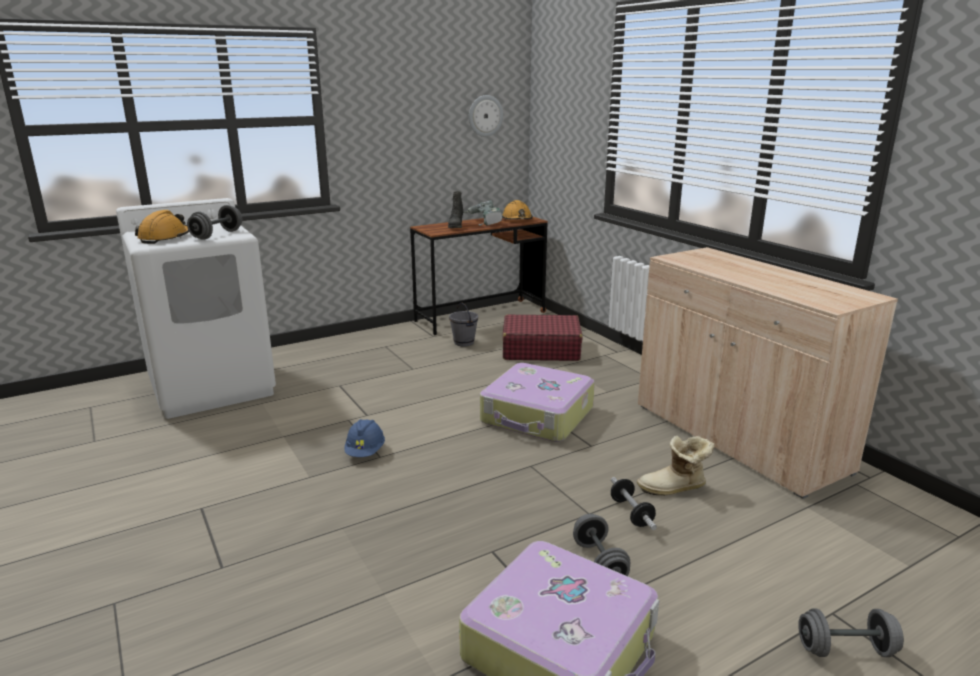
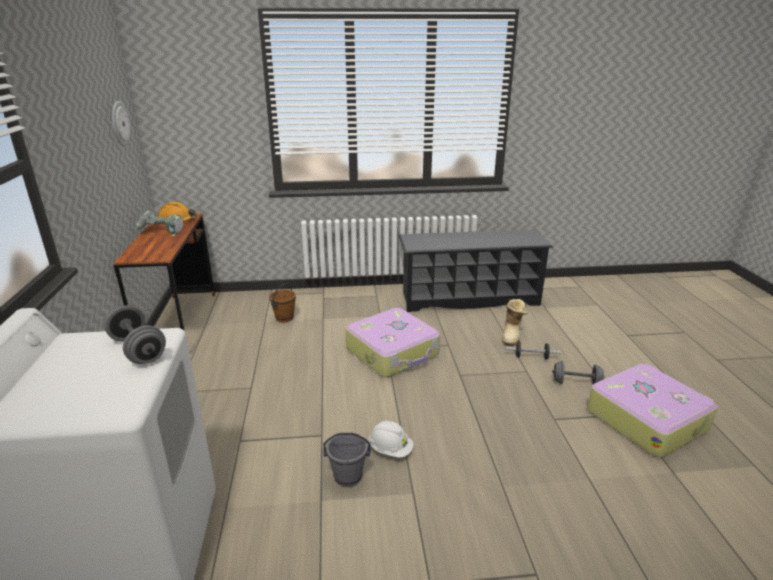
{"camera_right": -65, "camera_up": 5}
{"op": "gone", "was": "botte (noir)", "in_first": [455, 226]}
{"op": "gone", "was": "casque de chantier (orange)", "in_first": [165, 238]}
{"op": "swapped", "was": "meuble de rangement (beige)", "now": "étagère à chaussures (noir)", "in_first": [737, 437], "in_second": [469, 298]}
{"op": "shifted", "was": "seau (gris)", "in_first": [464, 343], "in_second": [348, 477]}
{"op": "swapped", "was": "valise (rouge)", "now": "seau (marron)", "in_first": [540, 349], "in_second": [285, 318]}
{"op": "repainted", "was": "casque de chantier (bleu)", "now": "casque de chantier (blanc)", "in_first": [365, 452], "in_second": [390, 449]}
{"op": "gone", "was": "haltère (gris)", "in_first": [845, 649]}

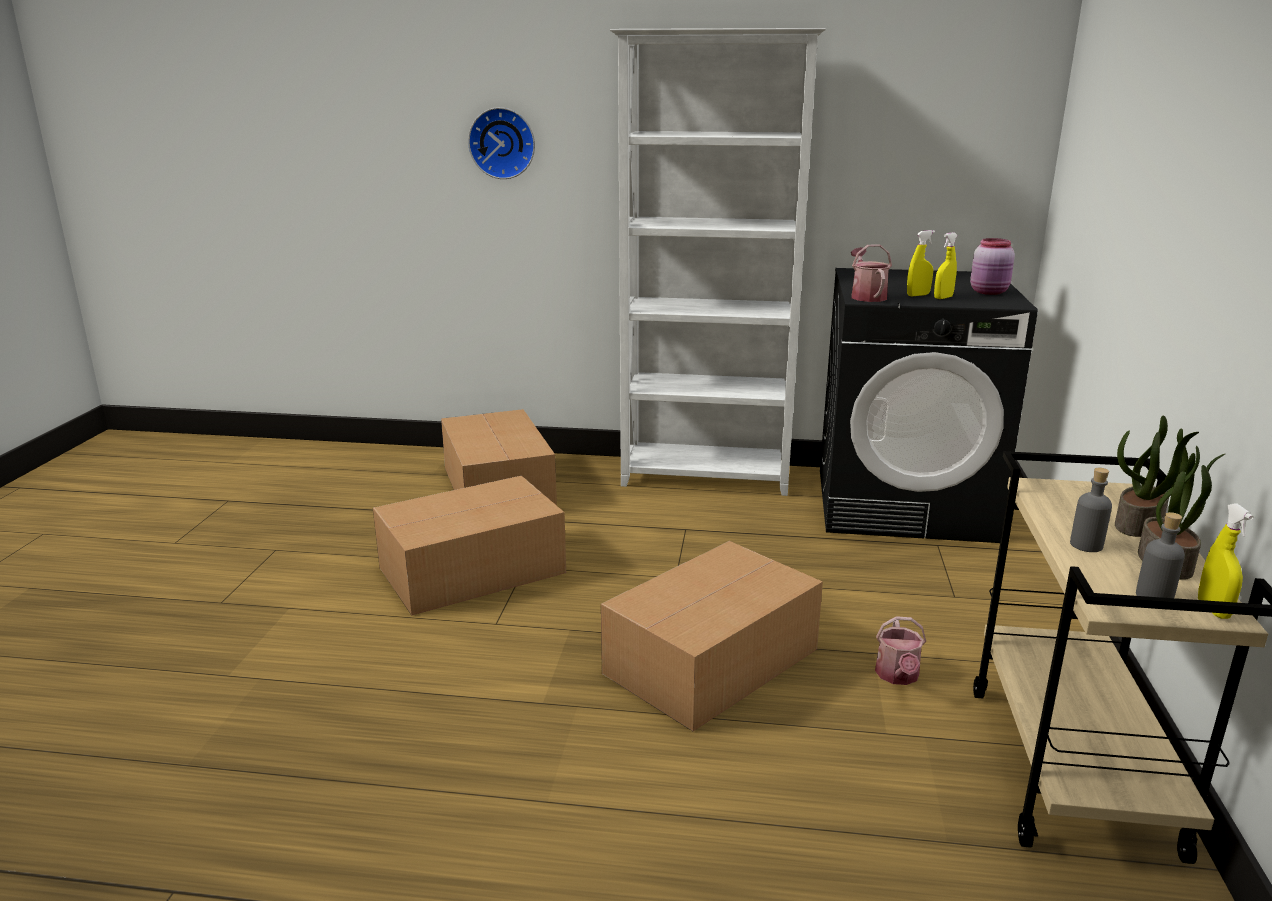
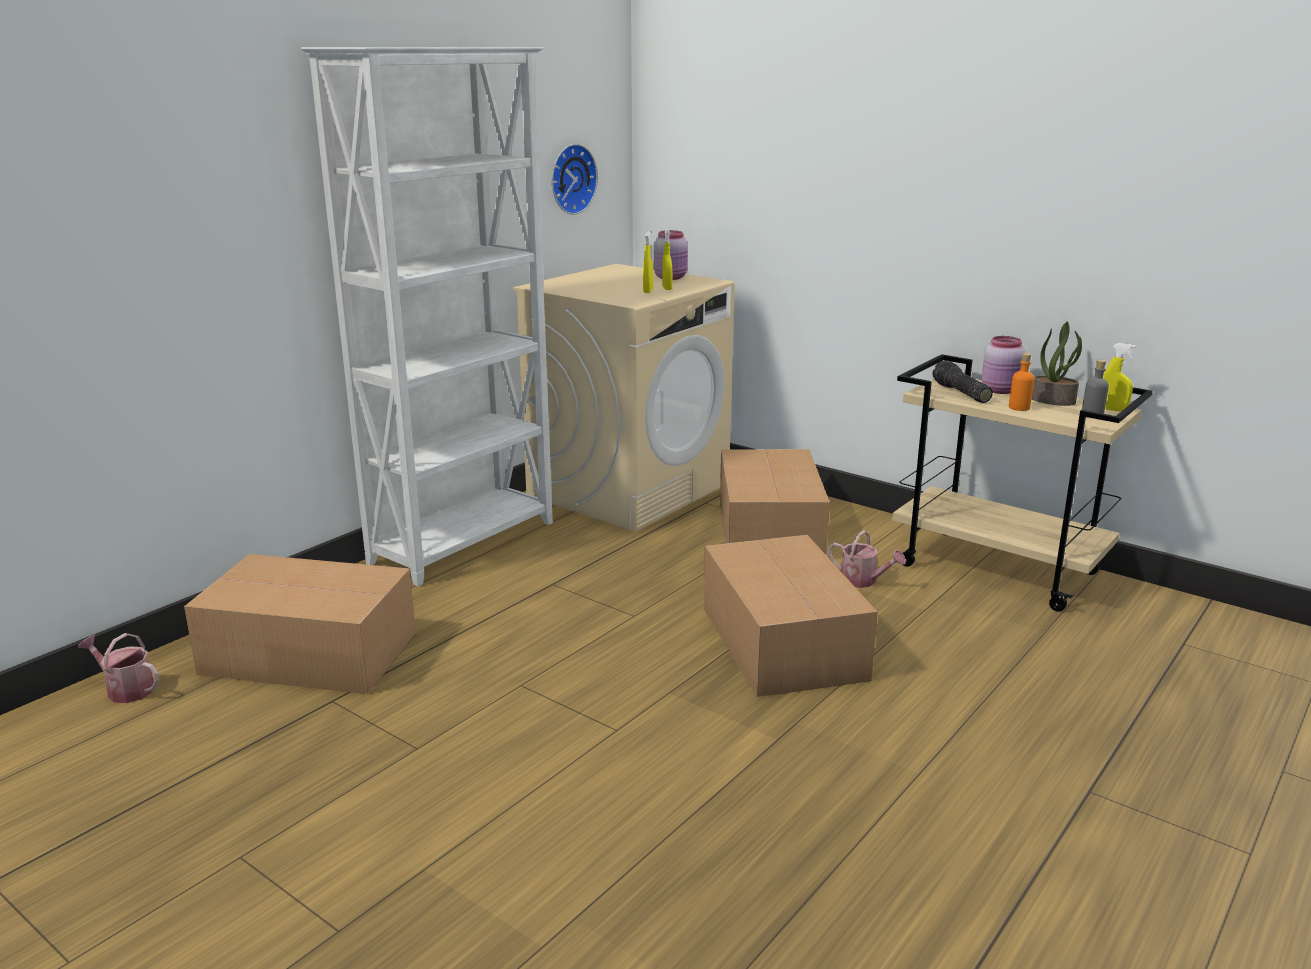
{"camera_right": -60, "camera_up": 0}
{"op": "shifted", "was": "horloge murale", "in_first": [503, 143], "in_second": [570, 179]}
{"op": "shifted", "was": "arrosoir", "in_first": [866, 296], "in_second": [126, 689]}
{"op": "repainted", "was": "lave-linge (noir)", "now": "lave-linge (beige)", "in_first": [904, 504], "in_second": [629, 489]}
{"op": "swapped", "was": "plante en pot", "now": "bocal (rose)", "in_first": [1139, 525], "in_second": [1001, 390]}
{"op": "repainted", "was": "bouteille (gris)", "now": "bouteille (orange)", "in_first": [1086, 545], "in_second": [1019, 407]}
{"op": "shifted", "was": "carton", "in_first": [475, 570], "in_second": [770, 528]}
{"op": "new", "now": "lampe de poche", "in_second": [960, 393]}

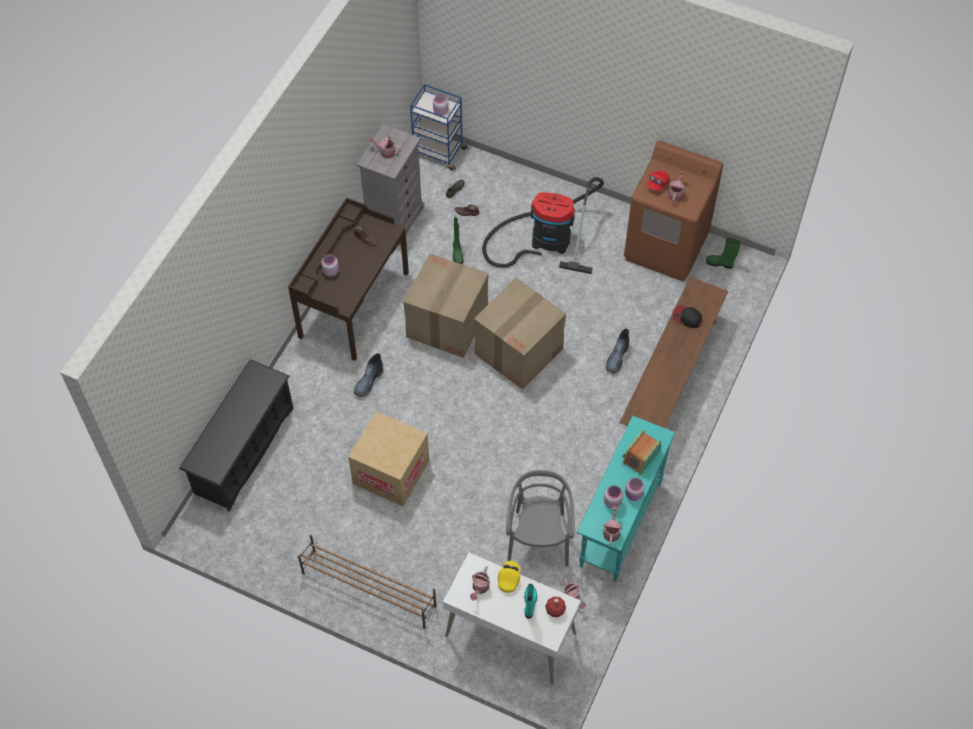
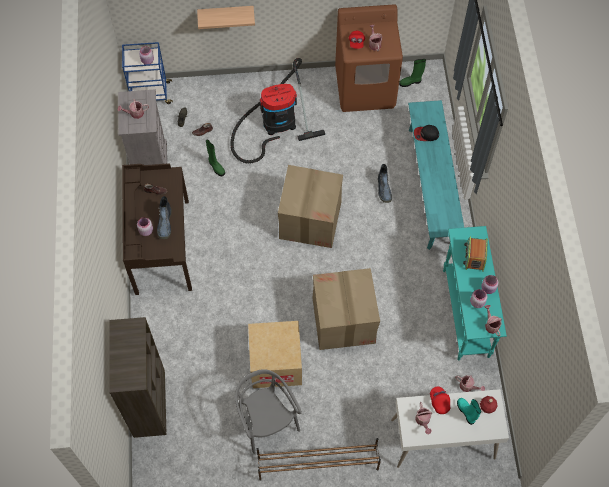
{"camera_right": -30, "camera_up": 5}
{"op": "shifted", "was": "carton", "in_first": [447, 323], "in_second": [343, 321]}
{"op": "repainted", "was": "banc (marron)", "now": "banc (turquoise)", "in_first": [670, 379], "in_second": [431, 186]}
{"op": "shifted", "was": "botte", "in_first": [368, 382], "in_second": [165, 224]}
{"op": "swapped", "was": "étagère à chaussures (noir)", "now": "bibliothèque (marron)", "in_first": [243, 450], "in_second": [151, 408]}
{"op": "shifted", "was": "chaise (gris)", "in_first": [538, 539], "in_second": [266, 421]}
{"op": "repainted", "was": "casquette (jaune)", "now": "casquette (rouge)", "in_first": [509, 579], "in_second": [439, 401]}
{"op": "new", "now": "étagère", "in_second": [226, 14]}

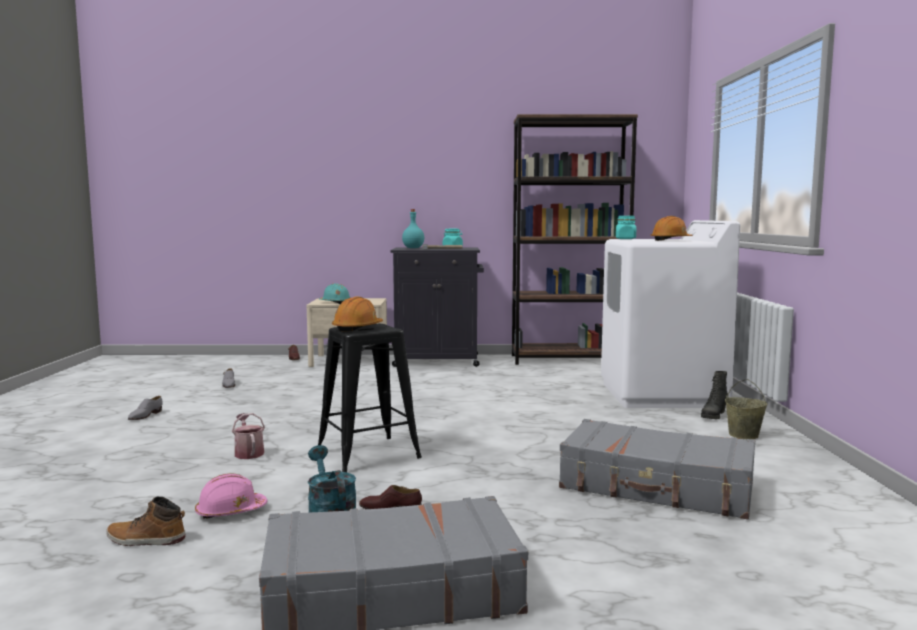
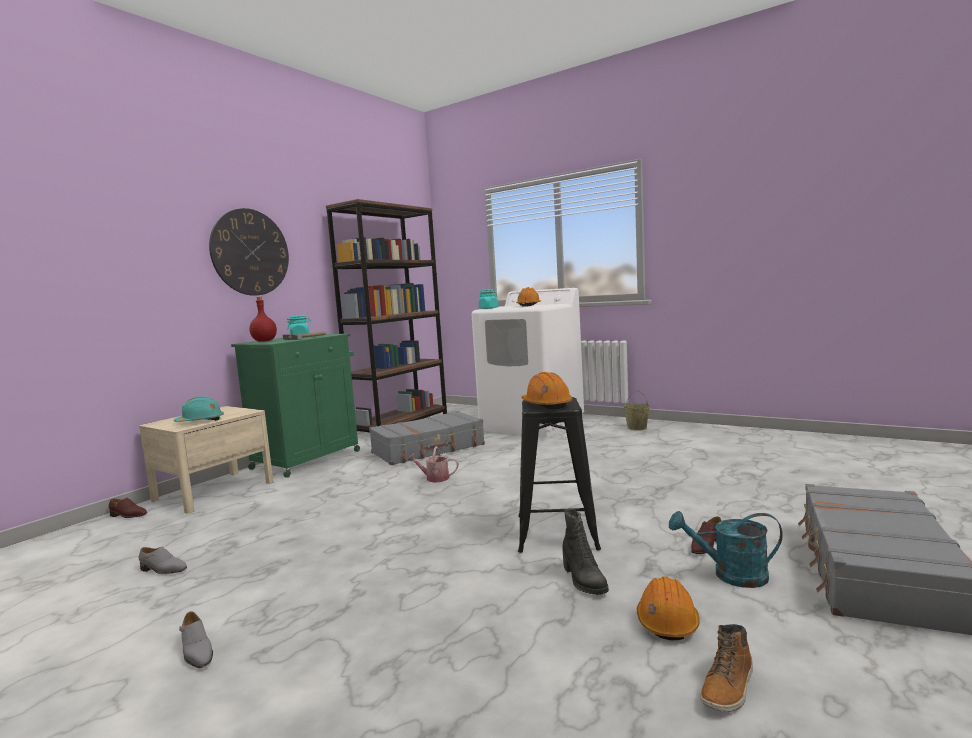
{"camera_right": -55, "camera_up": 0}
{"op": "repainted", "was": "bouteille (turquoise)", "now": "bouteille (rouge)", "in_first": [413, 248], "in_second": [264, 341]}
{"op": "repainted", "was": "meuble de rangement (noir)", "now": "meuble de rangement (vert)", "in_first": [438, 361], "in_second": [308, 459]}
{"op": "shifted", "was": "botte (noir)", "in_first": [713, 415], "in_second": [583, 581]}
{"op": "shifted", "was": "arrosoir", "in_first": [248, 452], "in_second": [434, 478]}
{"op": "shifted", "was": "valise (gris)", "in_first": [656, 487], "in_second": [429, 449]}
{"op": "repainted", "was": "casque de chantier (rose)", "now": "casque de chantier (orange)", "in_first": [230, 511], "in_second": [667, 621]}
{"op": "new", "now": "horloge murale", "in_second": [250, 252]}

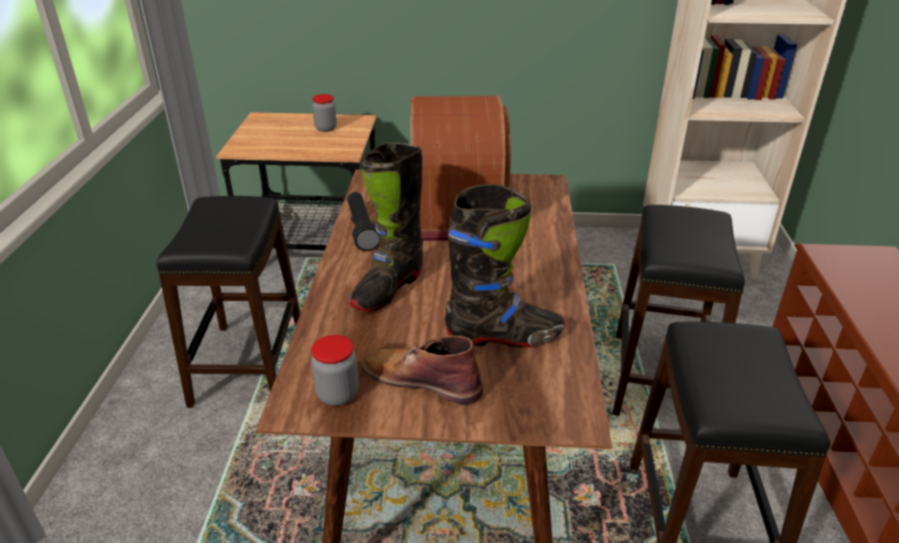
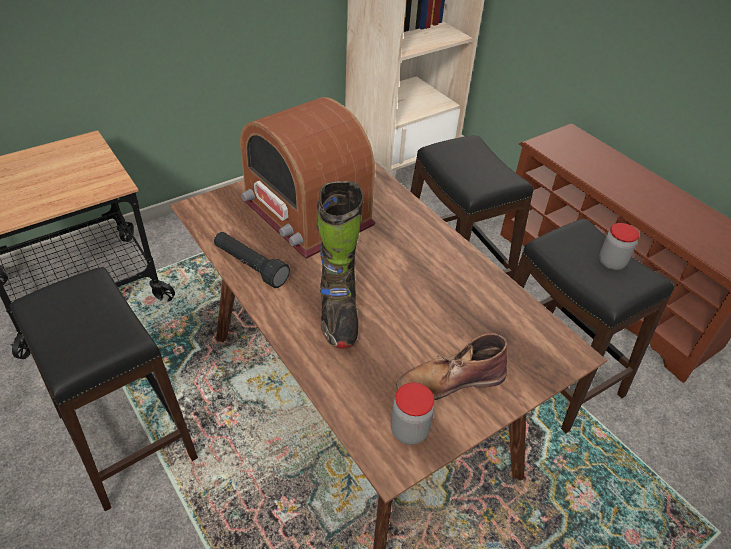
{"camera_right": -40, "camera_up": 10}
{"op": "shifted", "was": "bocal", "in_first": [326, 128], "in_second": [611, 262]}
{"op": "gone", "was": "botte (noir)", "in_first": [504, 336]}

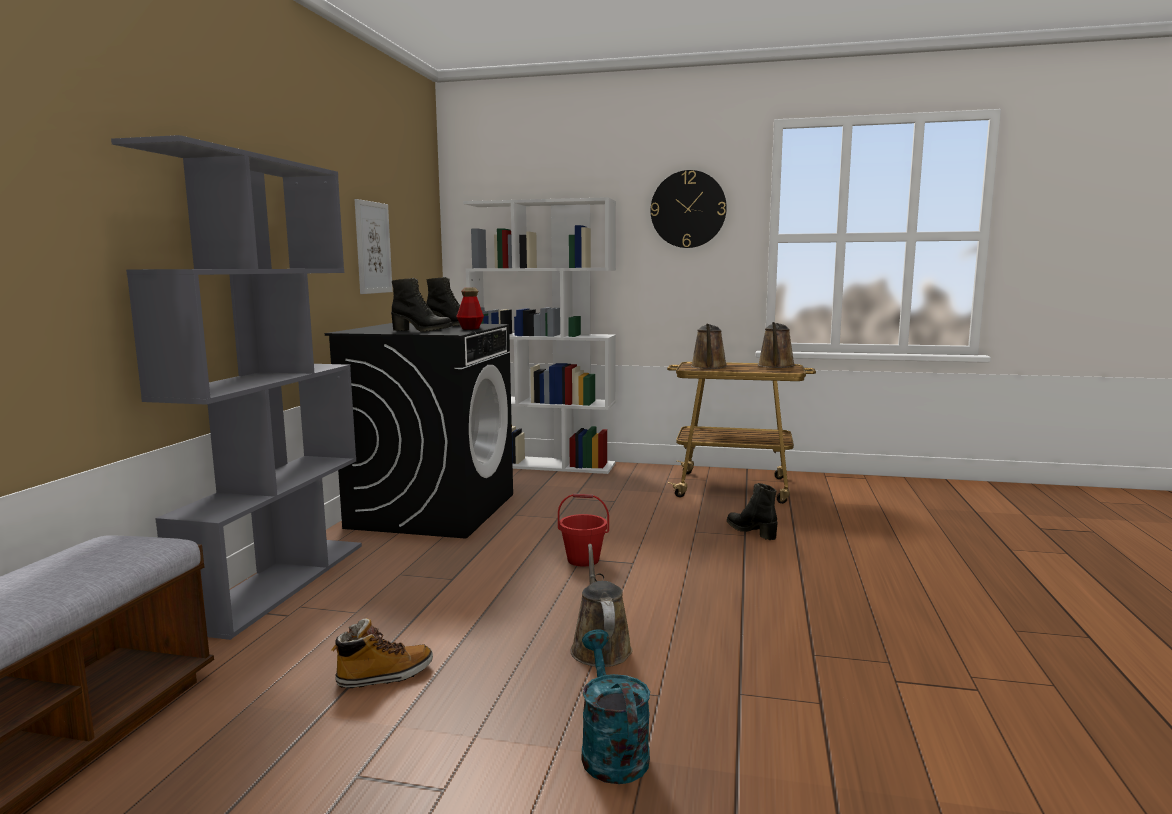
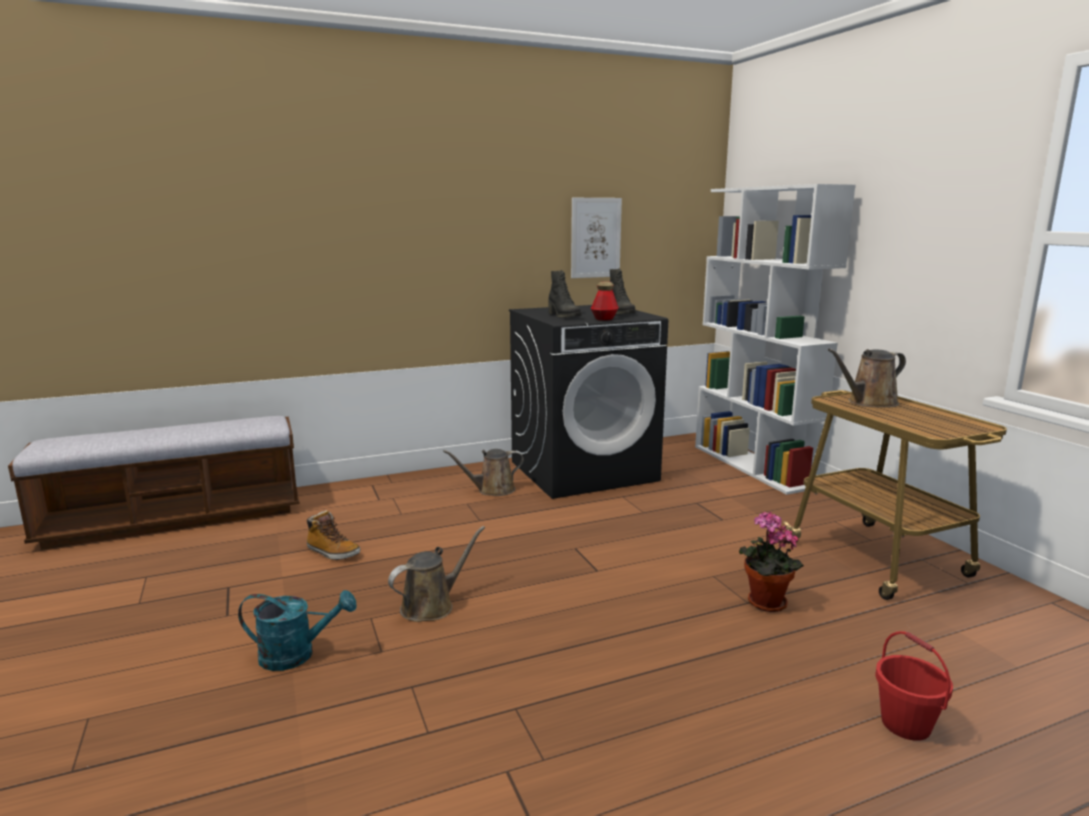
{"camera_right": 55, "camera_up": 5}
{"op": "gone", "was": "bibliothèque (gris)", "in_first": [277, 583]}
{"op": "gone", "was": "horloge murale", "in_first": [688, 209]}
{"op": "shifted", "was": "arrosoir (marron)", "in_first": [776, 366], "in_second": [492, 490]}
{"op": "swapped", "was": "botte (noir)", "now": "plante en pot", "in_first": [751, 531], "in_second": [763, 603]}
{"op": "shifted", "was": "seau (rouge)", "in_first": [583, 560], "in_second": [906, 724]}
{"op": "rotated", "was": "arrosoir (turquoise)", "in_first": [611, 750], "in_second": [297, 655], "clockwise": 45}

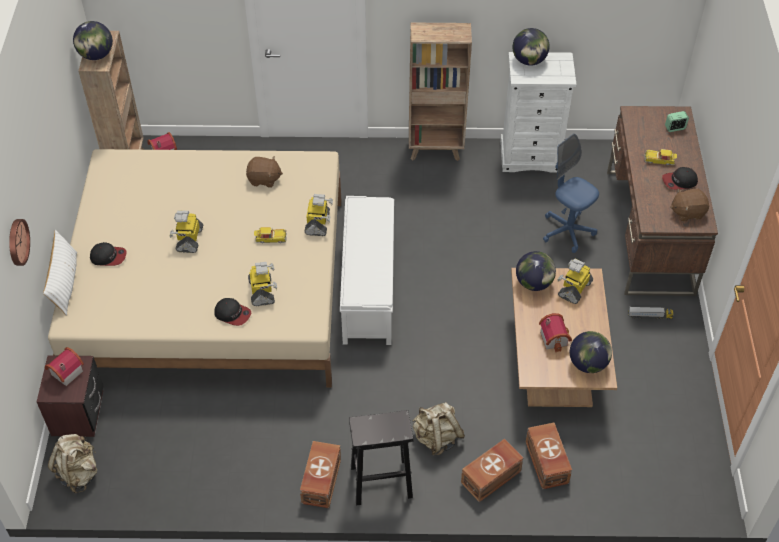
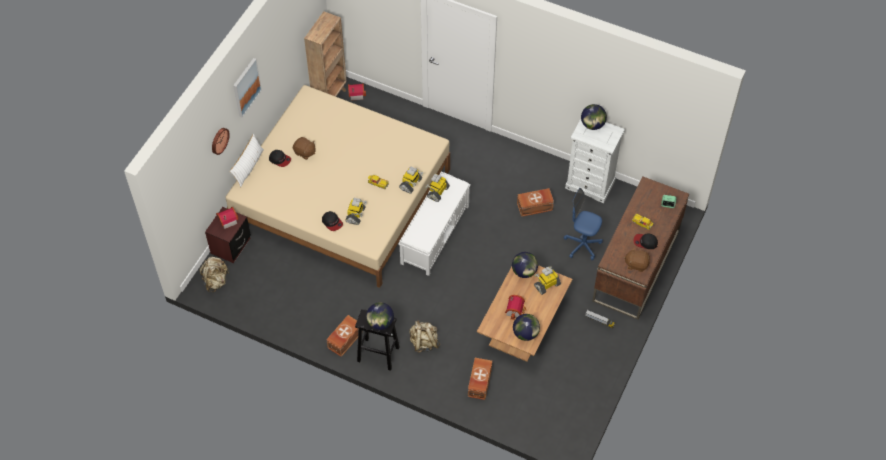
{"camera_right": 25, "camera_up": 5}
{"op": "shifted", "was": "globe", "in_first": [96, 55], "in_second": [380, 323]}
{"op": "gone", "was": "bibliothèque (marron)", "in_first": [436, 150]}
{"op": "rotated", "was": "chaise de bureau (bleu)", "in_first": [567, 231], "in_second": [582, 245], "clockwise": -45}
{"op": "shifted", "was": "peluche (marron)", "in_first": [264, 179], "in_second": [304, 152]}
{"op": "shifted", "was": "robot jouet", "in_first": [189, 239], "in_second": [437, 192]}
{"op": "shifted", "was": "boîte de rangement (marron)", "in_first": [492, 477], "in_second": [535, 207]}
{"op": "new", "now": "tableau", "in_second": [246, 87]}

